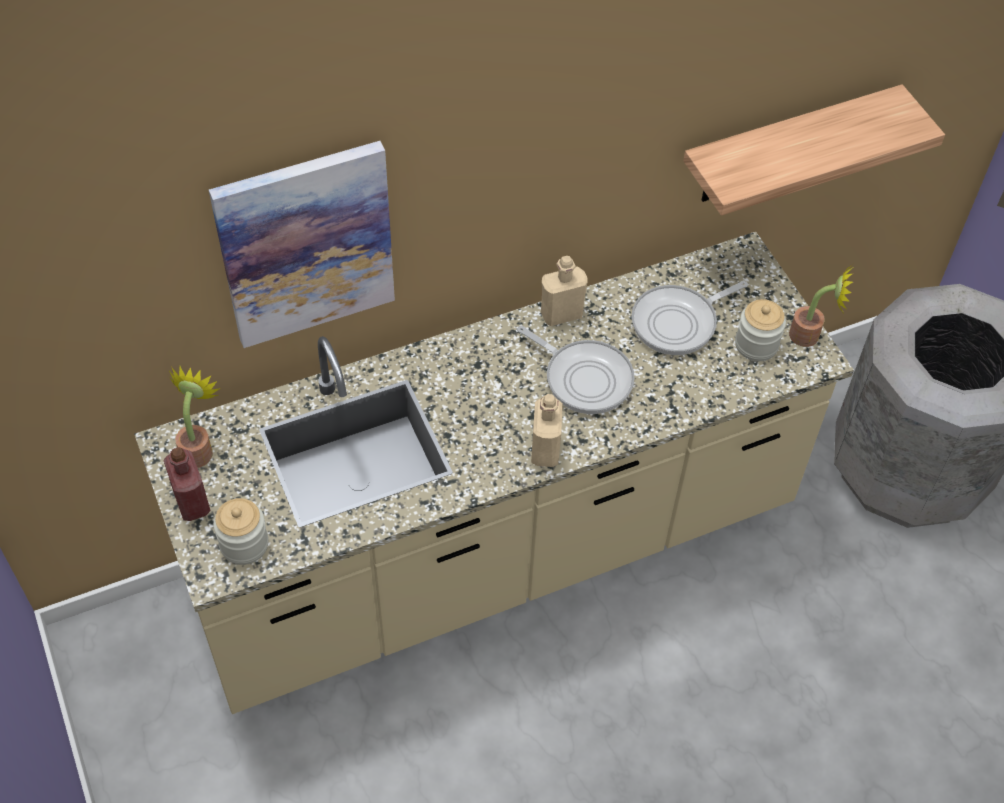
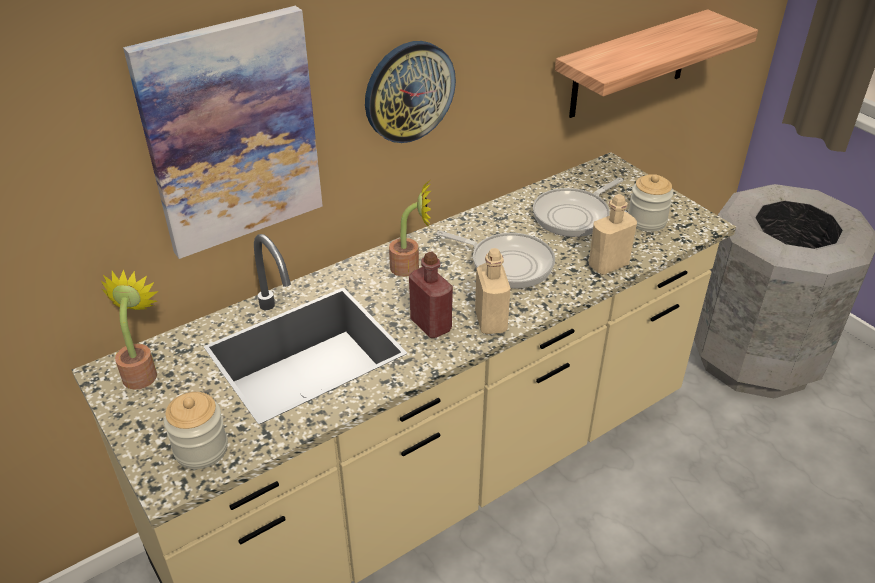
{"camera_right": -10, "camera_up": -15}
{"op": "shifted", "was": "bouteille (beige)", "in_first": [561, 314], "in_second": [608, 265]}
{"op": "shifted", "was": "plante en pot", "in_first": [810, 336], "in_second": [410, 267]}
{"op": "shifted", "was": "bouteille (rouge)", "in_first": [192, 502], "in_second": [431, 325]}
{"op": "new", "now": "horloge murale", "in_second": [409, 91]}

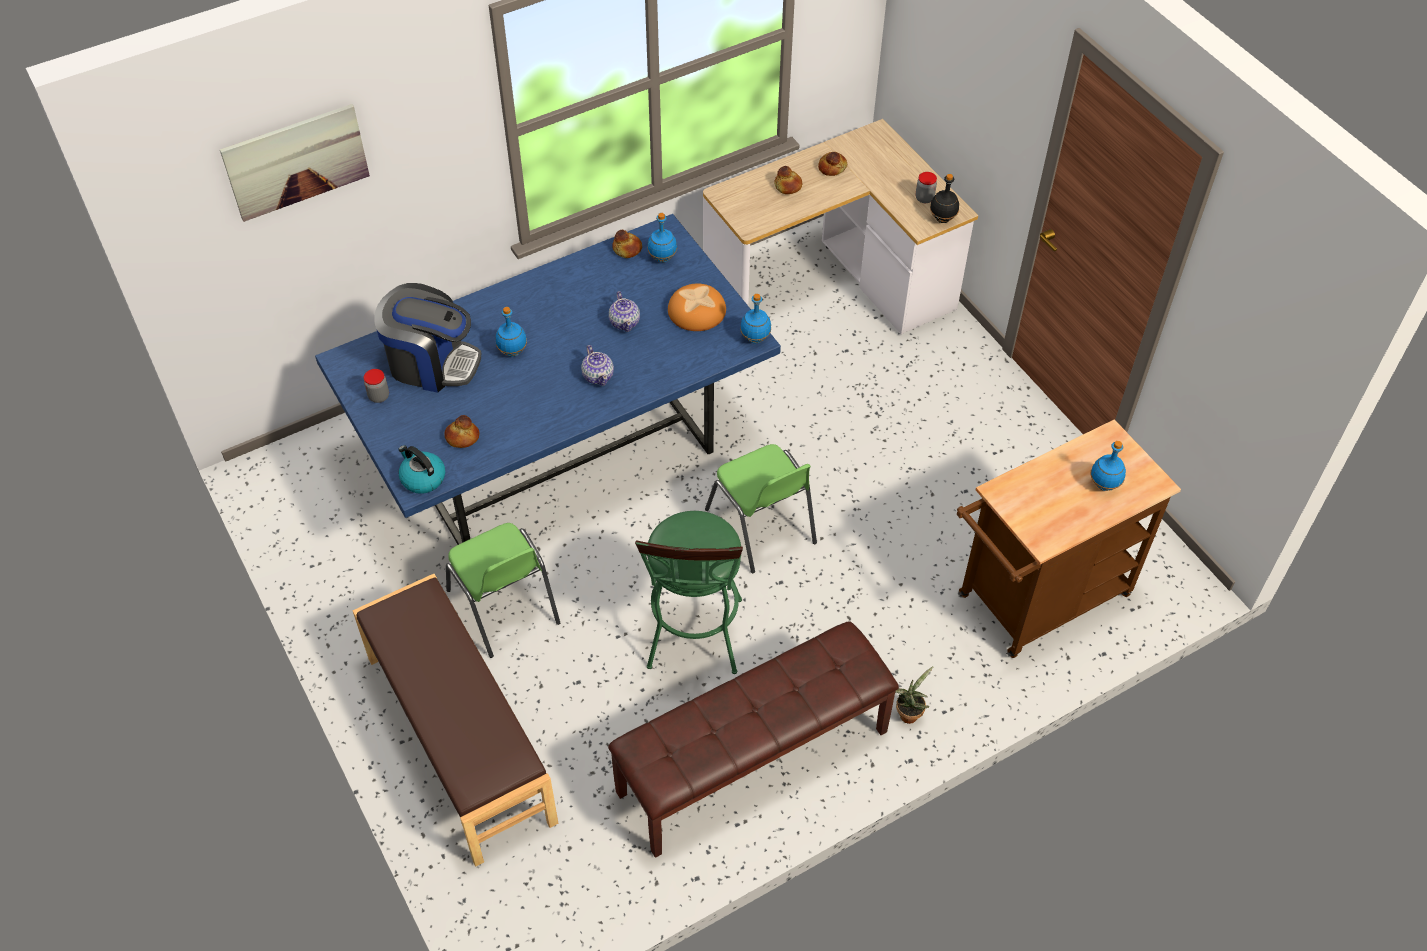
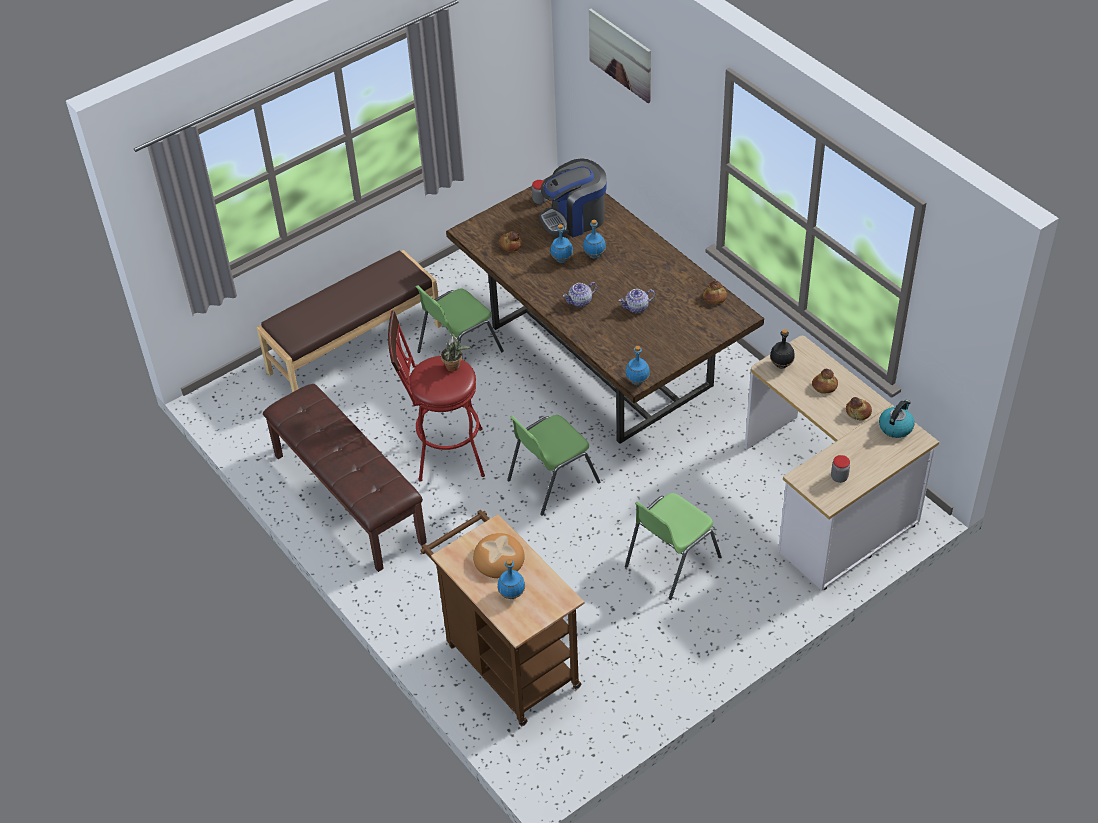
{"camera_right": 85, "camera_up": -5}
{"op": "shifted", "was": "bouteille (noir)", "in_first": [942, 218], "in_second": [781, 364]}
{"op": "shifted", "was": "bouteille (bleu)", "in_first": [662, 258], "in_second": [561, 259]}
{"op": "repainted", "was": "table à manger (bleu)", "now": "table à manger (marron)", "in_first": [561, 451], "in_second": [602, 357]}
{"op": "rotated", "was": "machine à café", "in_first": [432, 363], "in_second": [575, 218], "clockwise": 60}
{"op": "shifted", "was": "pain", "in_first": [696, 311], "in_second": [498, 558]}
{"op": "shifted", "was": "bouilloire", "in_first": [422, 478], "in_second": [895, 427]}
{"op": "repainted", "was": "tabouret (vert)", "now": "tabouret (rouge)", "in_first": [694, 642], "in_second": [443, 455]}
{"op": "shifted", "was": "plante en pot", "in_first": [908, 713], "in_second": [455, 366]}
{"op": "new", "now": "chaise (vert)", "in_second": [670, 562]}

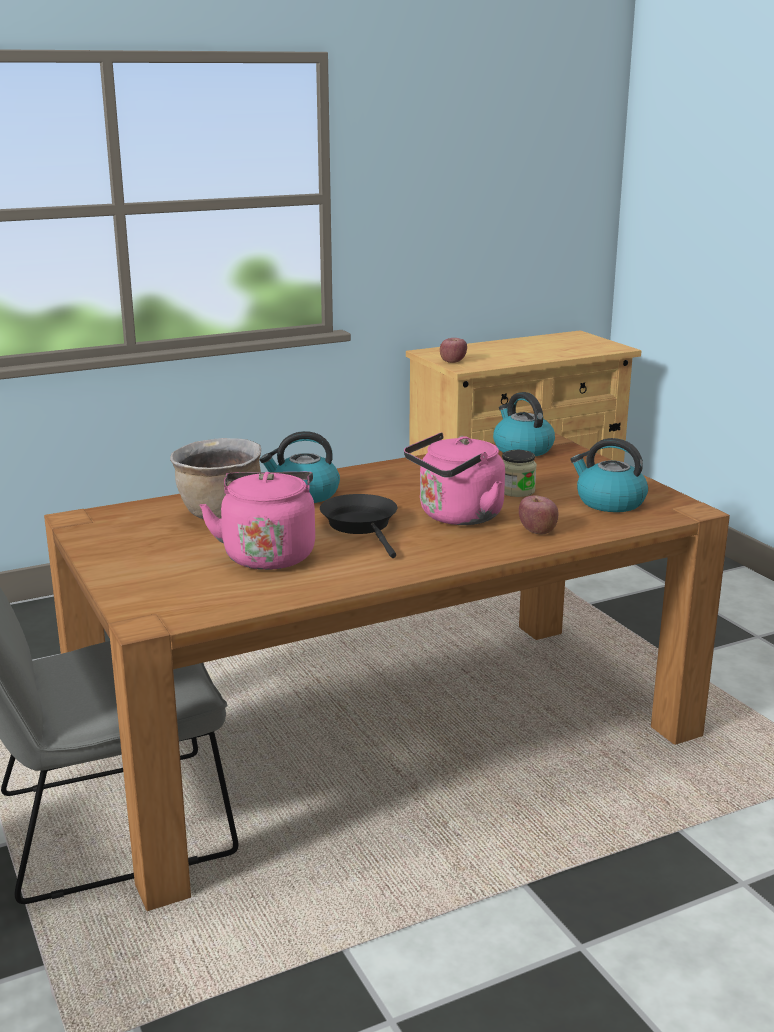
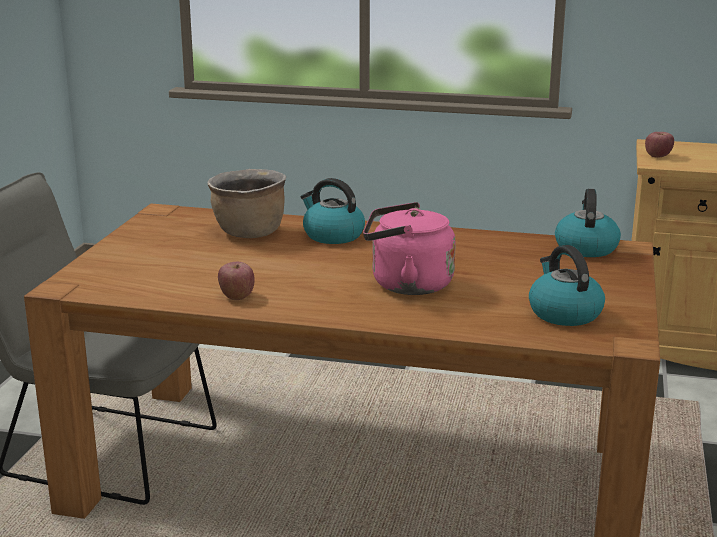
{"camera_right": 40, "camera_up": 0}
{"op": "gone", "was": "bocal", "in_first": [516, 491]}
{"op": "gone", "was": "bouilloire (rose)", "in_first": [268, 554]}
{"op": "gone", "was": "poêle (noir)", "in_first": [362, 526]}
{"op": "shifted", "was": "pomme", "in_first": [537, 531], "in_second": [237, 296]}

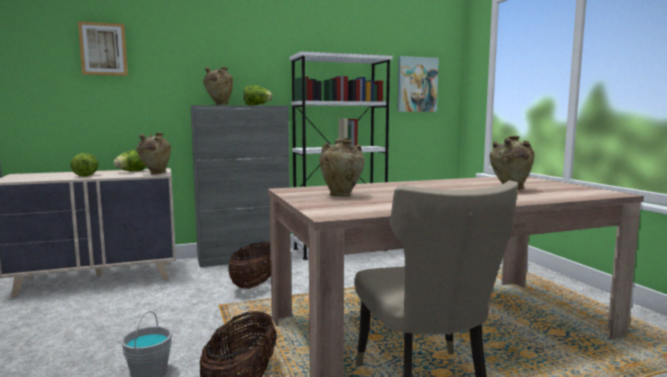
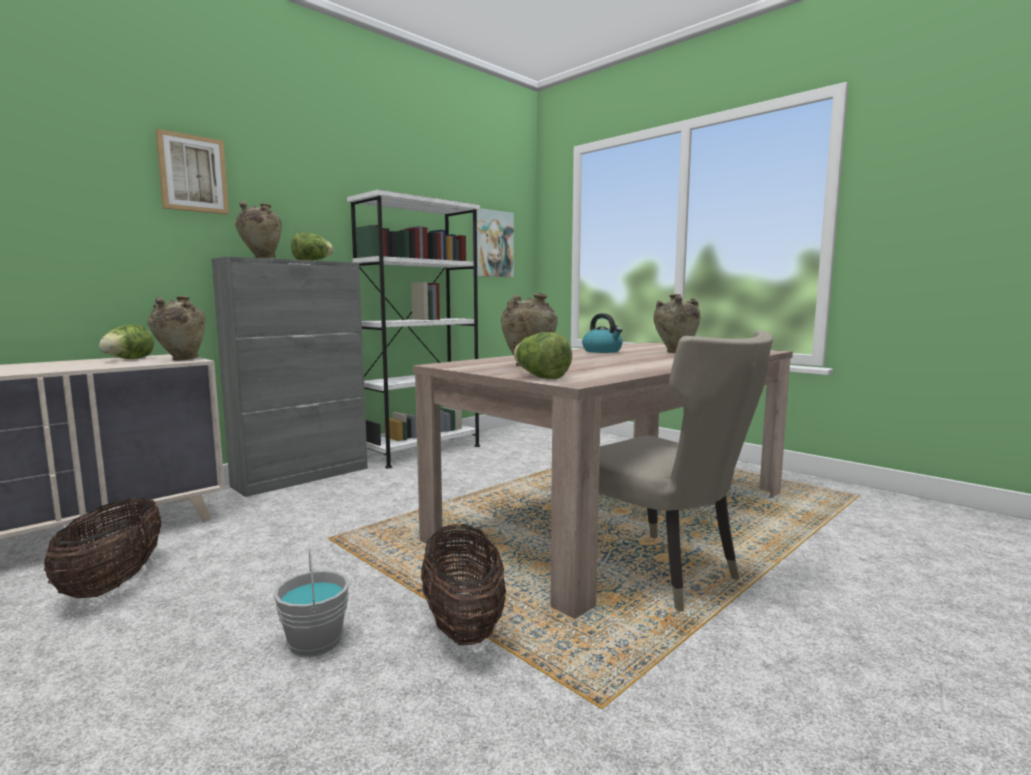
{"camera_right": -25, "camera_up": 0}
{"op": "shifted", "was": "tableau", "in_first": [103, 49], "in_second": [192, 174]}
{"op": "shifted", "was": "laitue", "in_first": [86, 175], "in_second": [540, 377]}
{"op": "shifted", "was": "panier", "in_first": [255, 284], "in_second": [113, 583]}
{"op": "new", "now": "bouilloire", "in_second": [602, 351]}

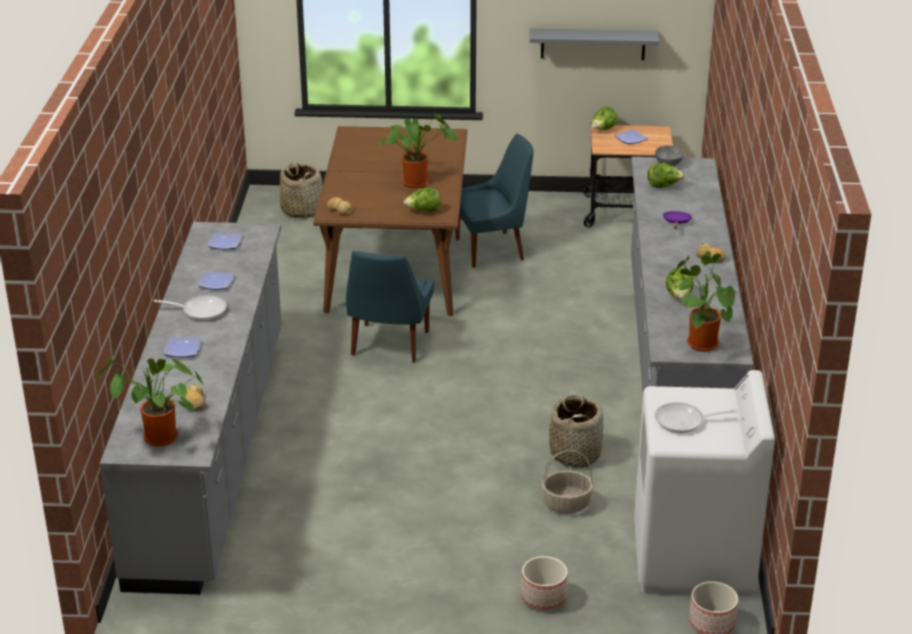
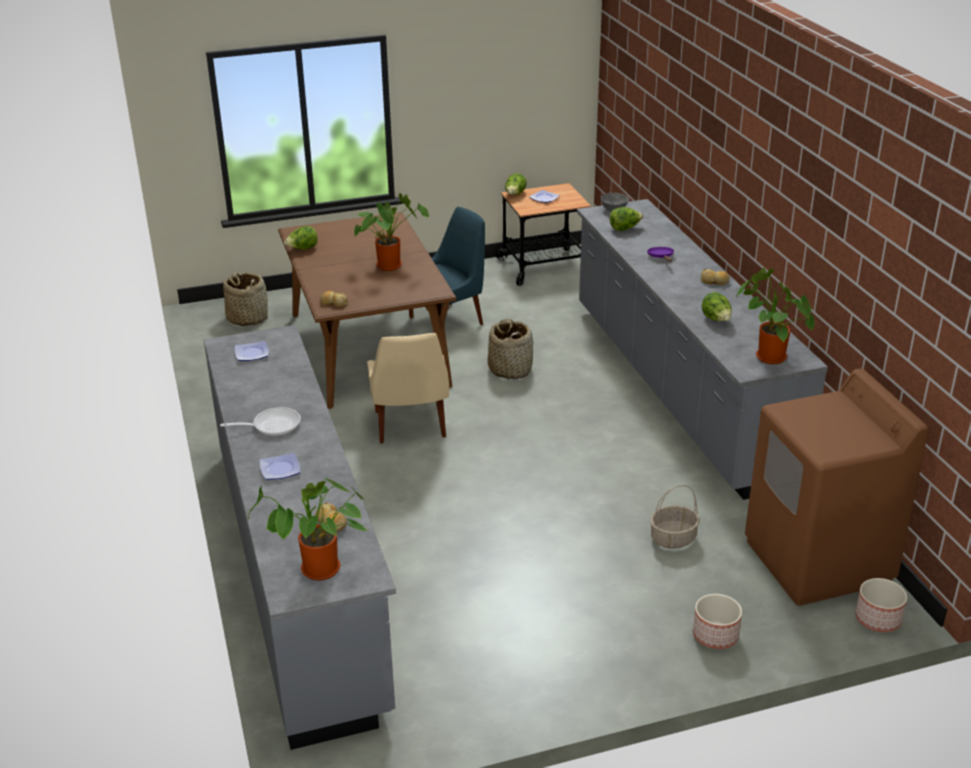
{"camera_right": -20, "camera_up": 0}
{"op": "gone", "was": "étagère (gris)", "in_first": [593, 44]}
{"op": "shifted", "was": "laitue", "in_first": [423, 211], "in_second": [302, 249]}
{"op": "repainted", "was": "chaise (bleu)", "now": "chaise (beige)", "in_first": [389, 345], "in_second": [410, 426]}
{"op": "gone", "was": "assiette", "in_first": [217, 282]}
{"op": "repainted", "was": "lave-linge (blanc)", "now": "lave-linge (marron)", "in_first": [693, 559], "in_second": [818, 562]}
{"op": "shifted", "was": "panier", "in_first": [575, 453], "in_second": [510, 369]}
{"op": "gone", "was": "poêle", "in_first": [684, 421]}

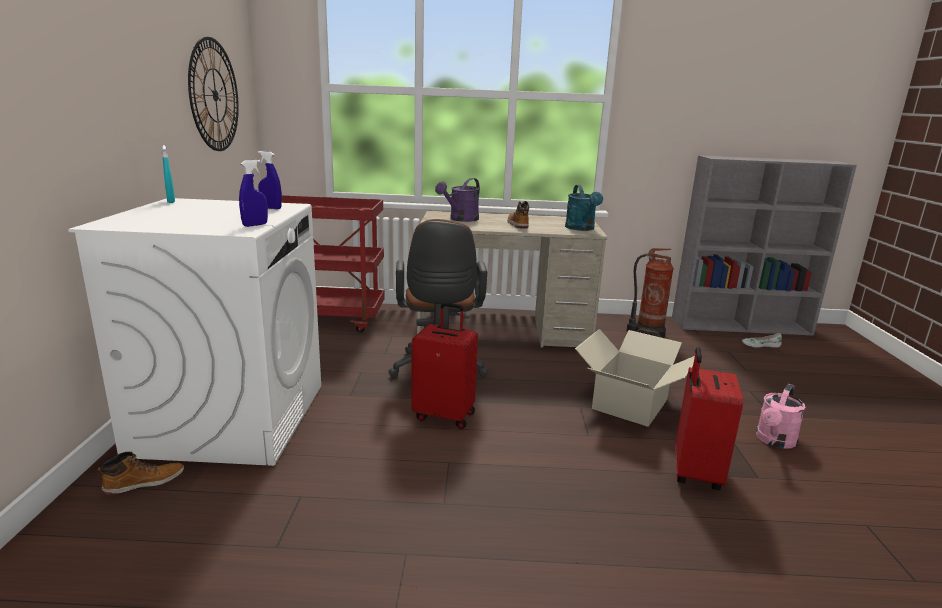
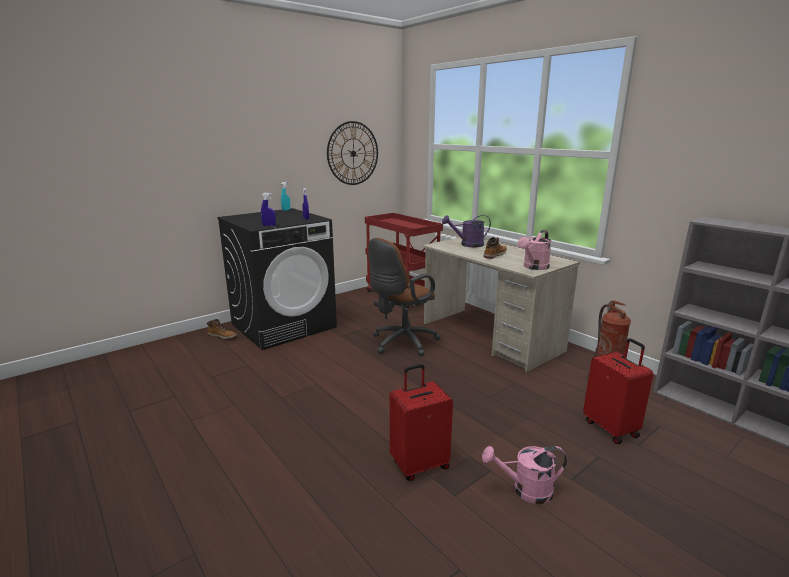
{"camera_right": 50, "camera_up": 0}
{"op": "repainted", "was": "arrosoir (turquoise)", "now": "arrosoir (rose)", "in_first": [581, 228], "in_second": [534, 267]}
{"op": "repainted", "was": "lave-linge (blanc)", "now": "lave-linge (noir)", "in_first": [231, 417], "in_second": [284, 325]}
{"op": "shifted", "was": "valise (rouge)", "in_first": [445, 415], "in_second": [611, 428]}
{"op": "gone", "was": "carton", "in_first": [631, 404]}
{"op": "gone", "was": "chaussure (blanc)", "in_first": [760, 345]}

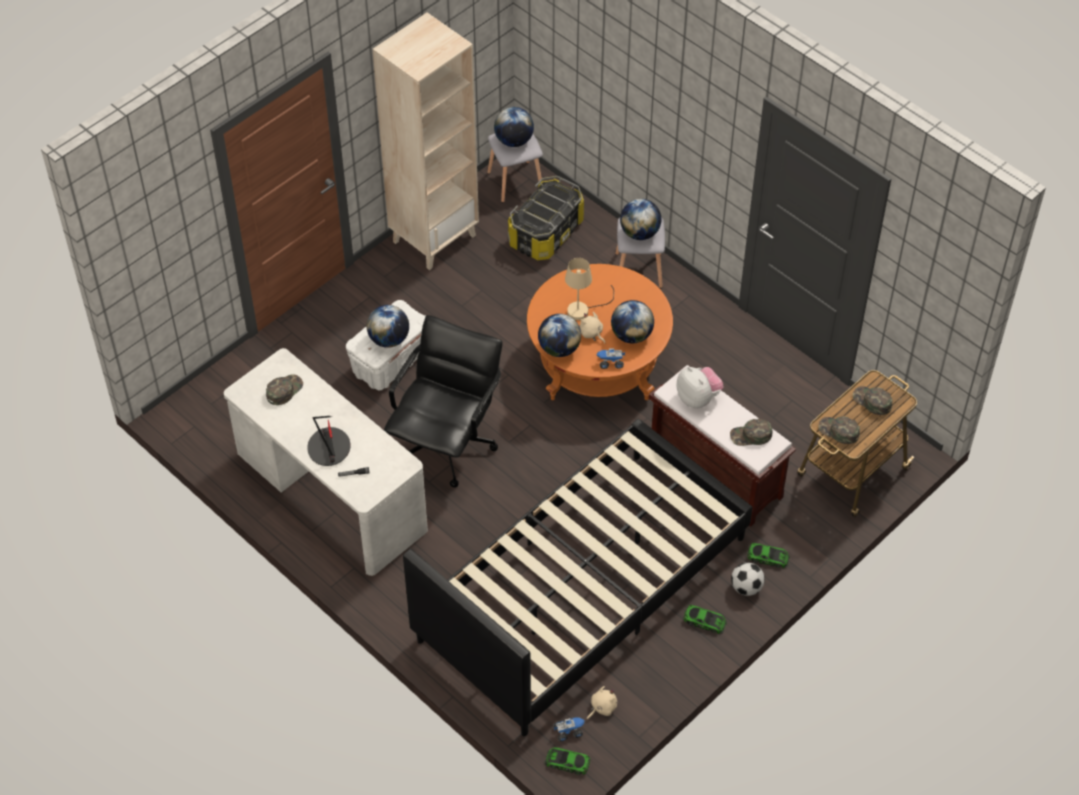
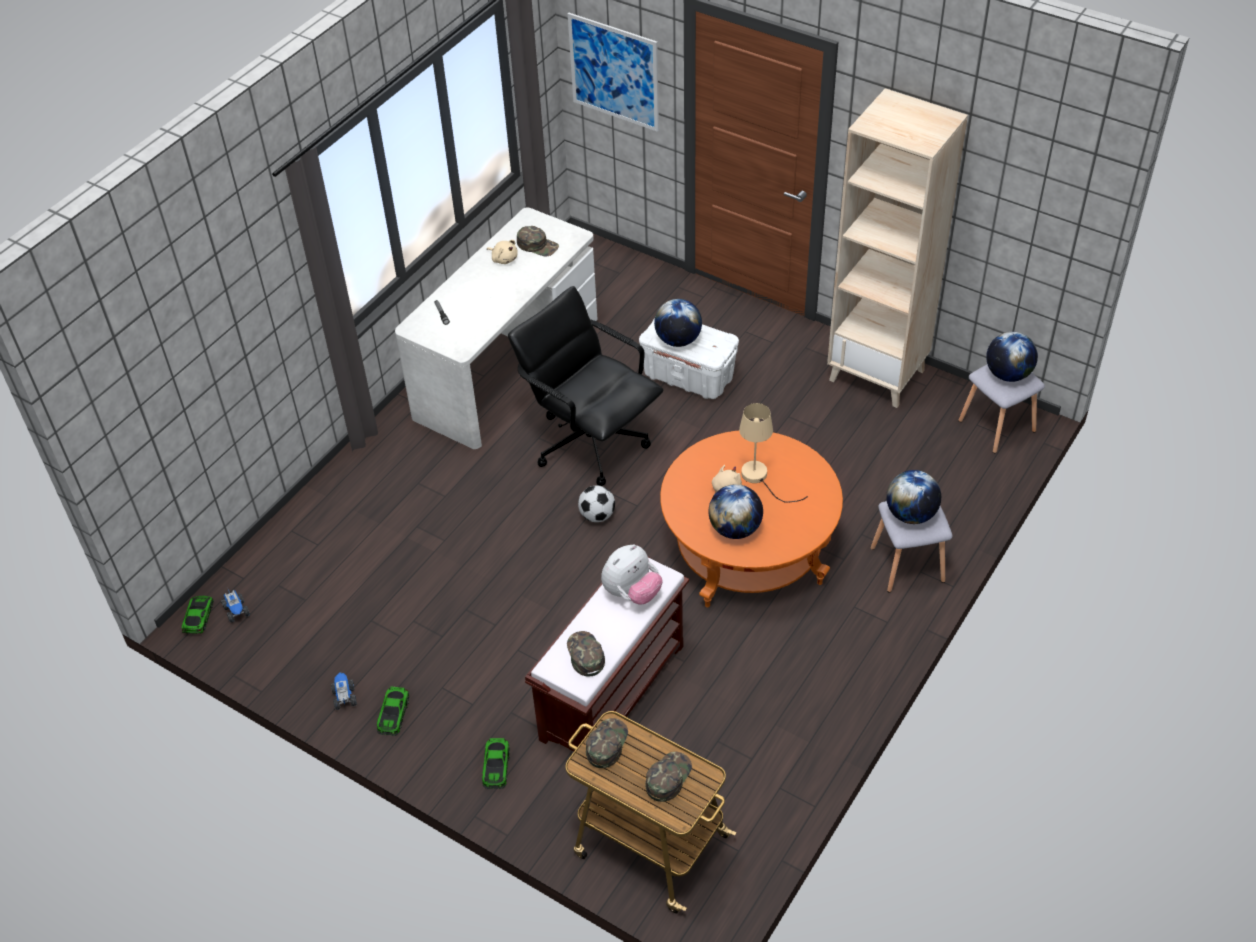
{"camera_right": 80, "camera_up": -5}
{"op": "gone", "was": "boîte de rangement", "in_first": [546, 233]}
{"op": "gone", "was": "globe", "in_first": [559, 348]}
{"op": "rotated", "was": "chaise de bureau (noir)", "in_first": [446, 445], "in_second": [590, 442], "clockwise": -150}
{"op": "shifted", "was": "camion jouet", "in_first": [610, 362], "in_second": [344, 697]}
{"op": "gone", "was": "lampe de table", "in_first": [329, 448]}
{"op": "gone", "was": "lit (noir)", "in_first": [582, 589]}
{"op": "shifted", "was": "ballon de foot", "in_first": [746, 587], "in_second": [597, 515]}
{"op": "shifted", "was": "peluche (beige)", "in_first": [602, 707], "in_second": [504, 259]}
{"op": "new", "now": "tableau", "in_second": [614, 72]}

